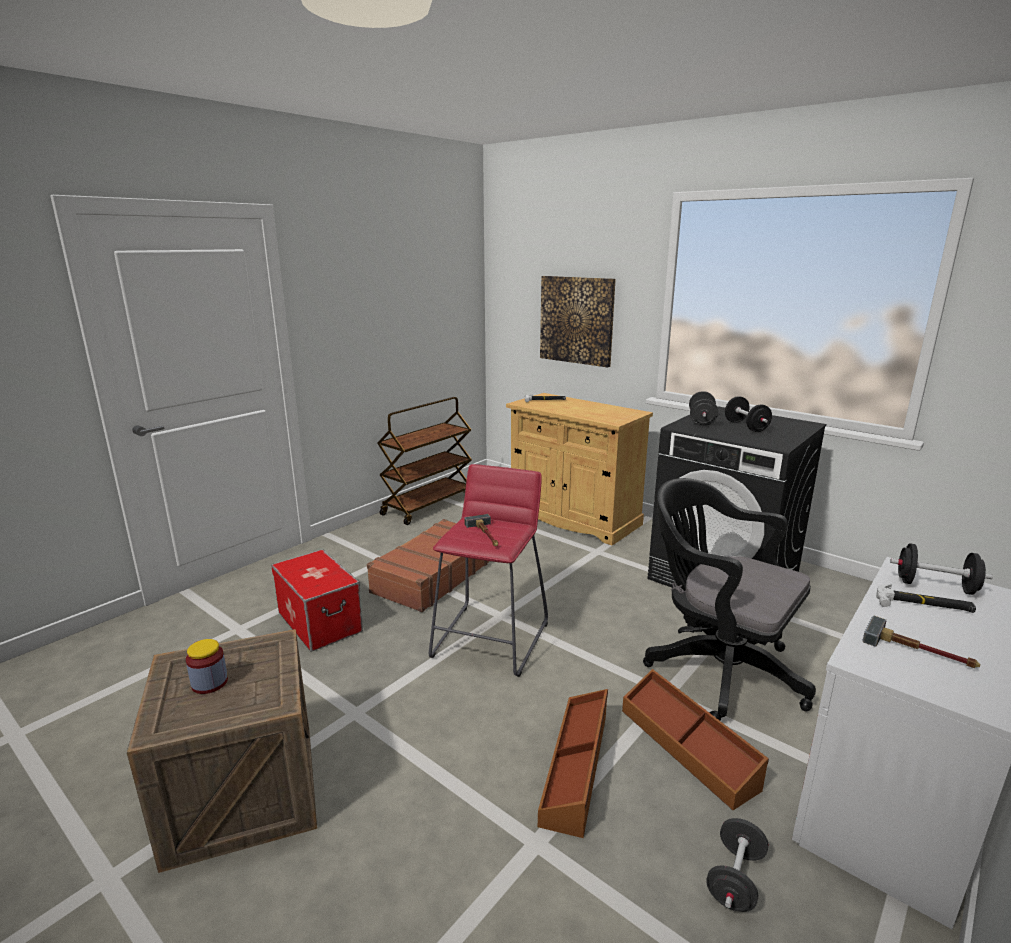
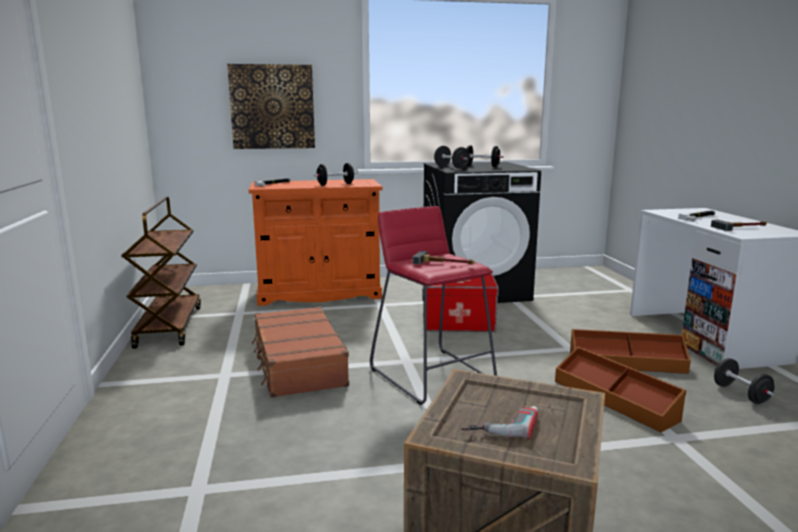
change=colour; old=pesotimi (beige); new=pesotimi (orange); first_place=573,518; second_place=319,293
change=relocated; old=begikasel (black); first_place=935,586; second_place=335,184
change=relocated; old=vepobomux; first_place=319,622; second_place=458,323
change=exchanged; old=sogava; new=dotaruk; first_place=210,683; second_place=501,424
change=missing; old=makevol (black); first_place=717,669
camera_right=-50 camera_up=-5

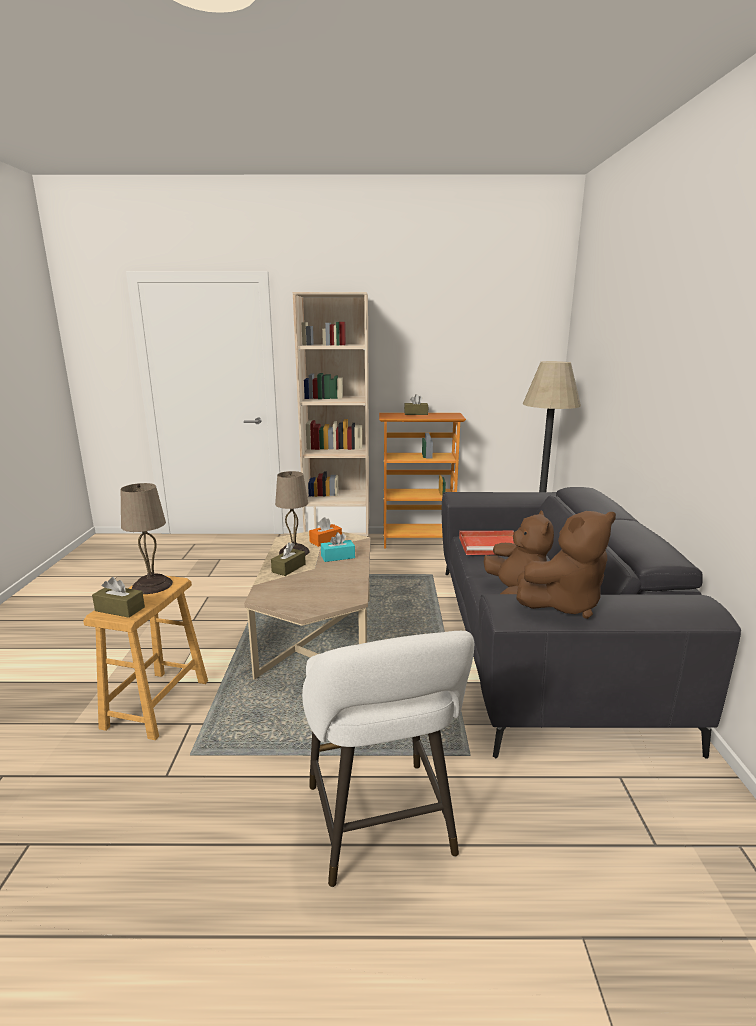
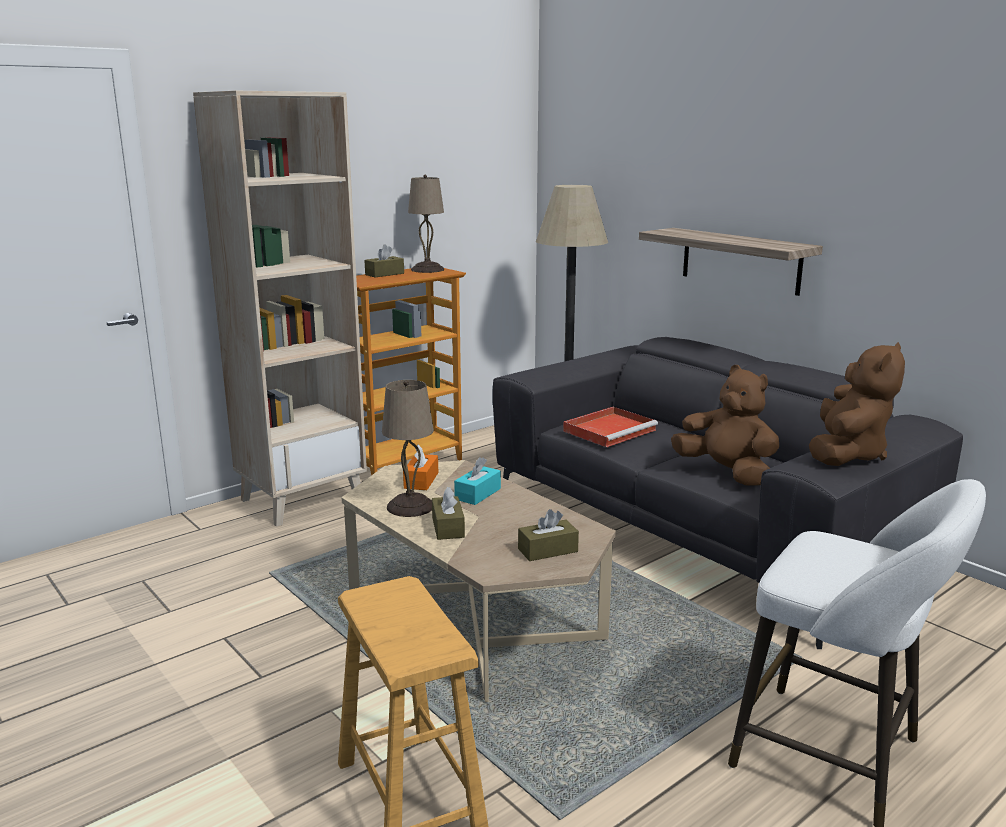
change=relocated; old=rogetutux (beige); first_place=152,585; second_place=428,269
change=relocated; old=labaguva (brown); first_place=120,609; second_place=547,550
change=appeared; new=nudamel; second_place=740,260
camera_right=-40 camera_up=0

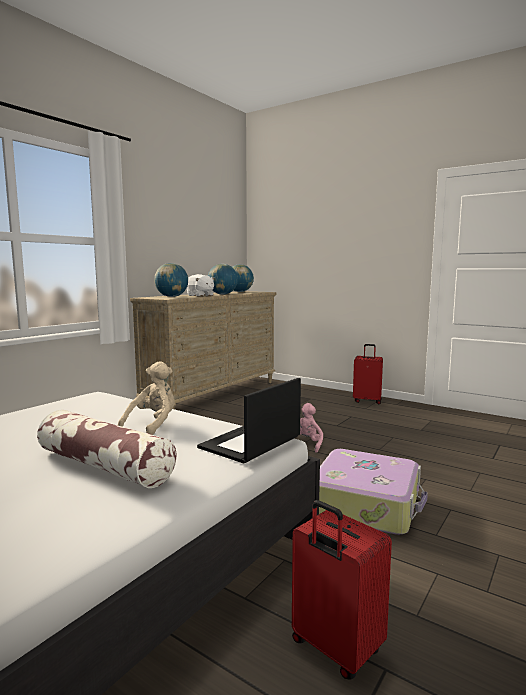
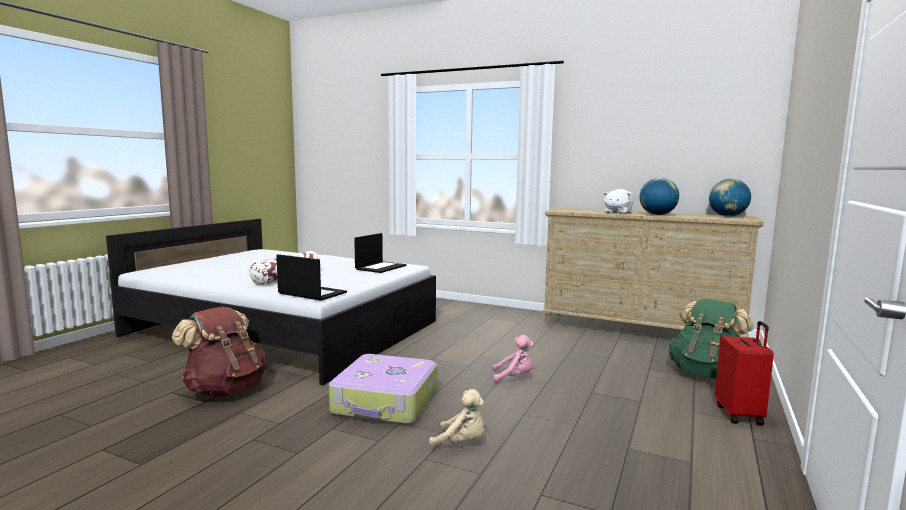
change=exchanged; old=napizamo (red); new=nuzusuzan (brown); first_place=335,649; second_place=225,390
change=appeared; new=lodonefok; second_place=380,267
change=relocated; old=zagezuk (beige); first_place=153,425; second_place=462,443
change=appeared; new=nuzusuzan (green); second_place=706,374
change=missing; old=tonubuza; first_place=171,296
camera_right=80 camera_up=0

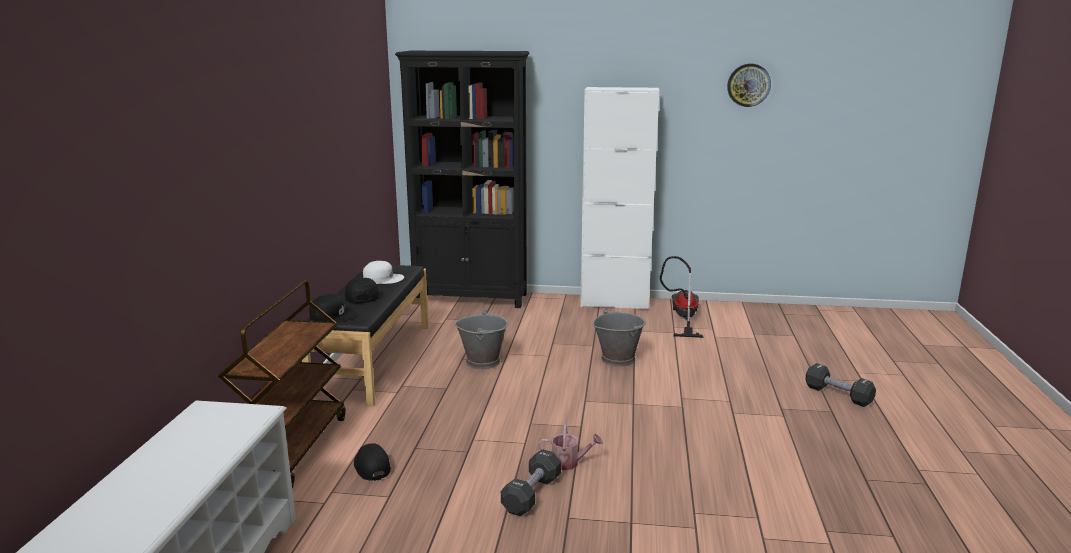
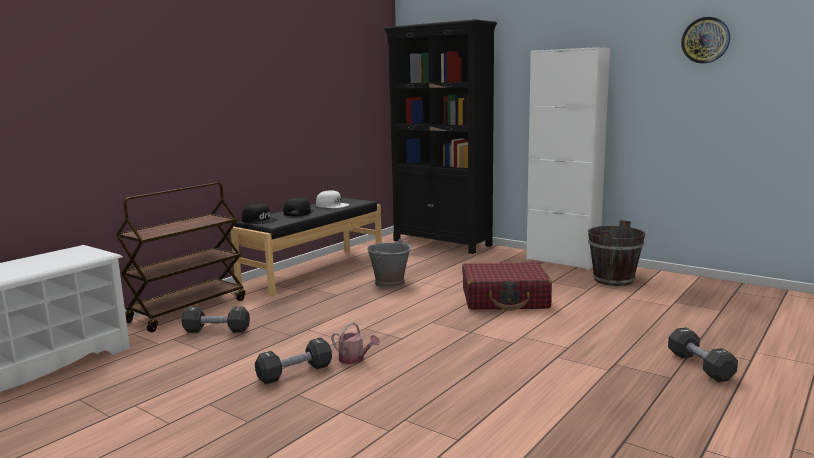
change=exchanged; old=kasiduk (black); new=begikasel (black); first_place=371,467; second_place=217,330
change=exchanged; old=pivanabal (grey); new=napizamo (red); first_place=618,359; second_place=505,299
change=exchanged; old=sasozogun; new=pivanabal (brown); first_place=682,318; second_place=613,280
camera_right=30 camera_up=-5

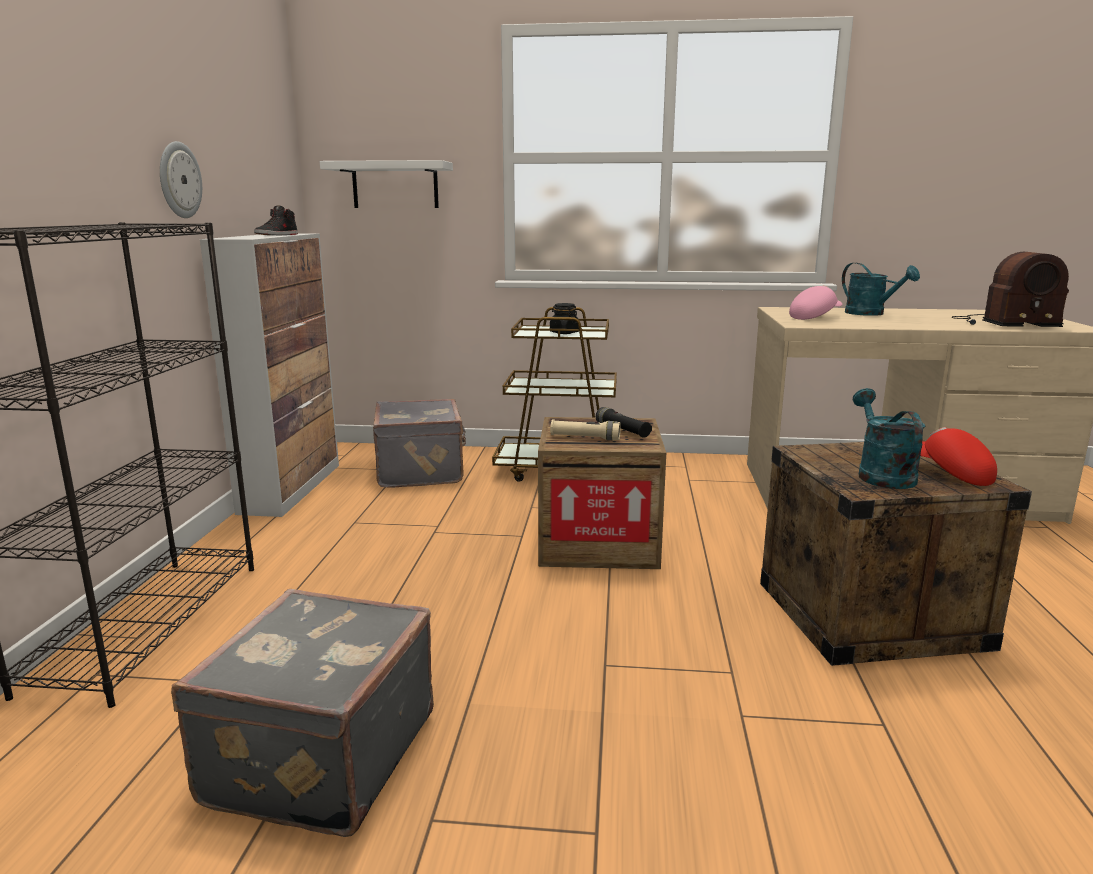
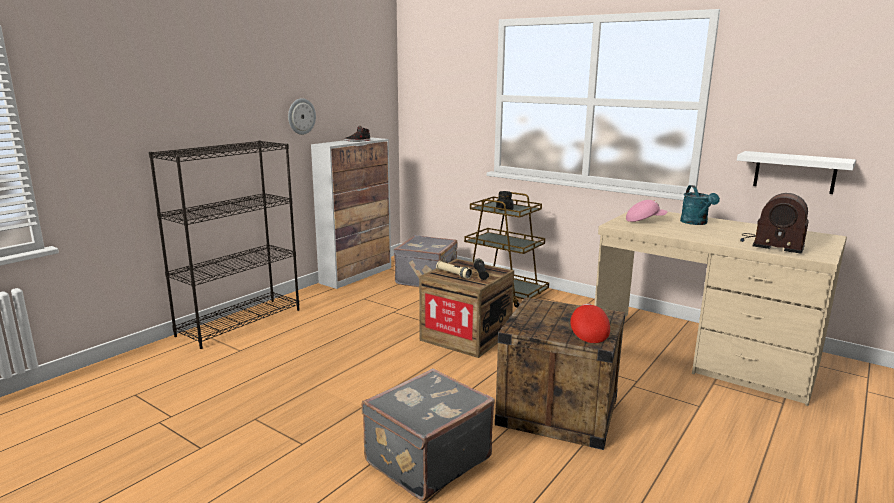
change=relocated; old=napizamo (grey); first_place=318,757; second_place=426,459
change=relocated; old=nudamel (white); first_place=395,185; second_place=794,172
change=missing; old=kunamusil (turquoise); first_place=881,474
camera_right=30 camera_up=0

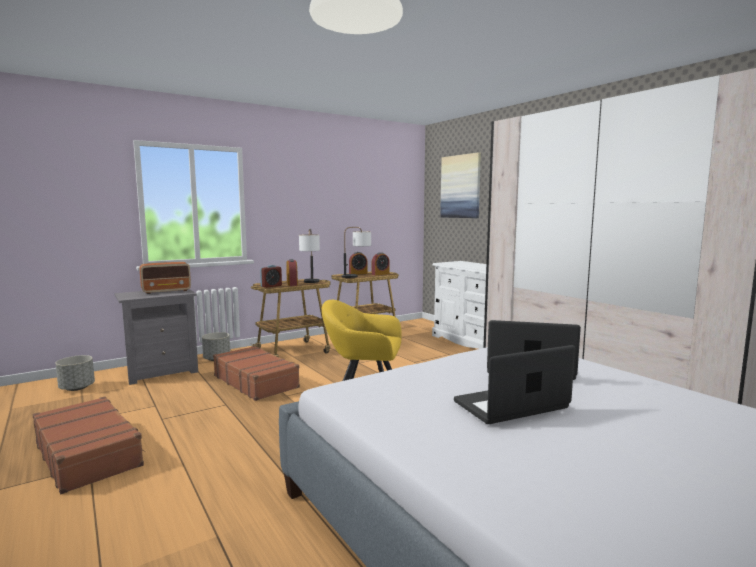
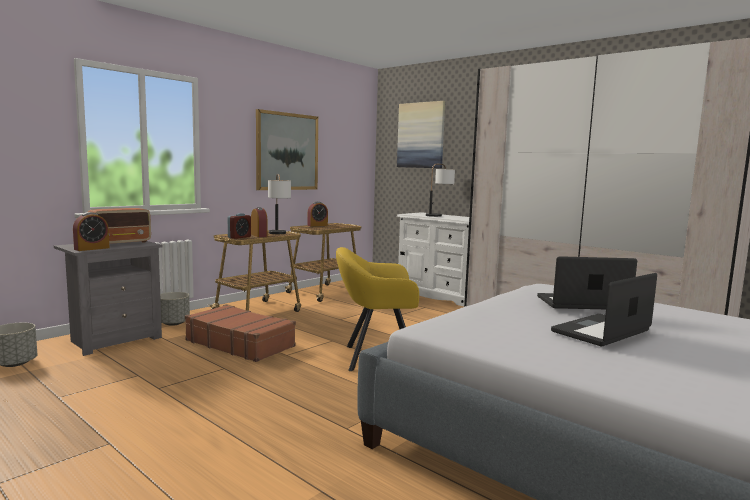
change=relocated; old=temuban; first_place=380,274; second_place=92,248
change=appeared; new=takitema; second_place=287,151
change=relocated; old=rogetutux; first_place=357,276; second_place=439,215
change=missing; old=napizamo (brown); first_place=89,454
camera_right=-15 camera_up=0

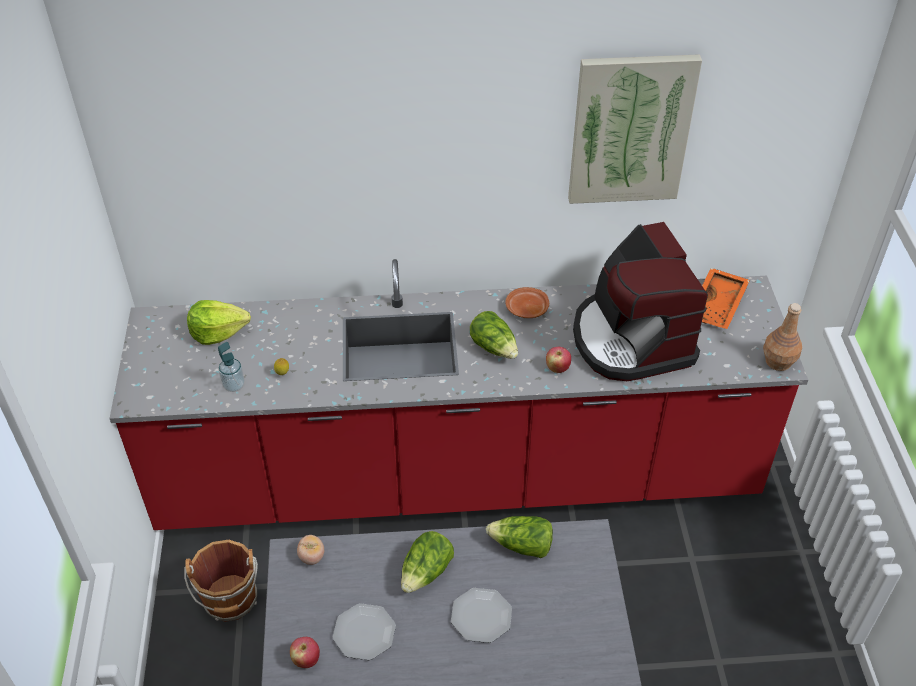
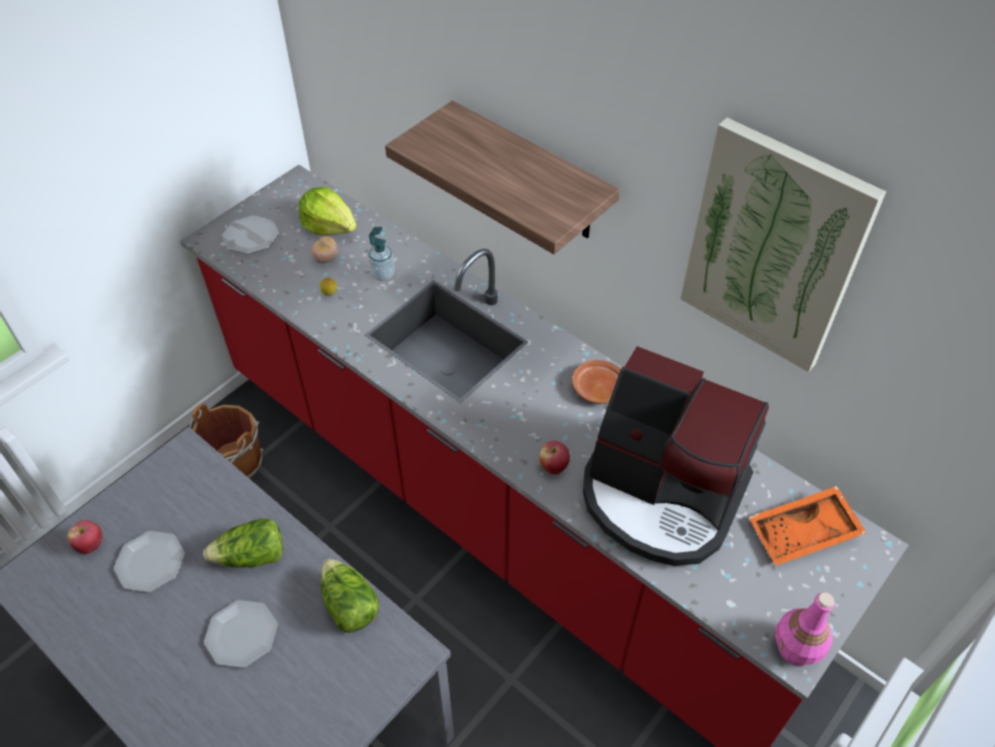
change=appeared; new=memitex; second_place=251,236
change=relocated; old=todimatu; first_place=311,557; second_place=326,258
change=relocated; old=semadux; first_place=234,385; second_place=383,274
change=appeared; new=nudamel; second_place=531,174
change=spun; old=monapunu; first_place=631,339; second_place=661,495; degrees=-90
change=colour; old=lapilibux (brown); new=lapilibux (pink); first_place=778,362; second_place=796,649
change=missing; old=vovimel; first_place=494,347
camera_right=45 camera_up=5

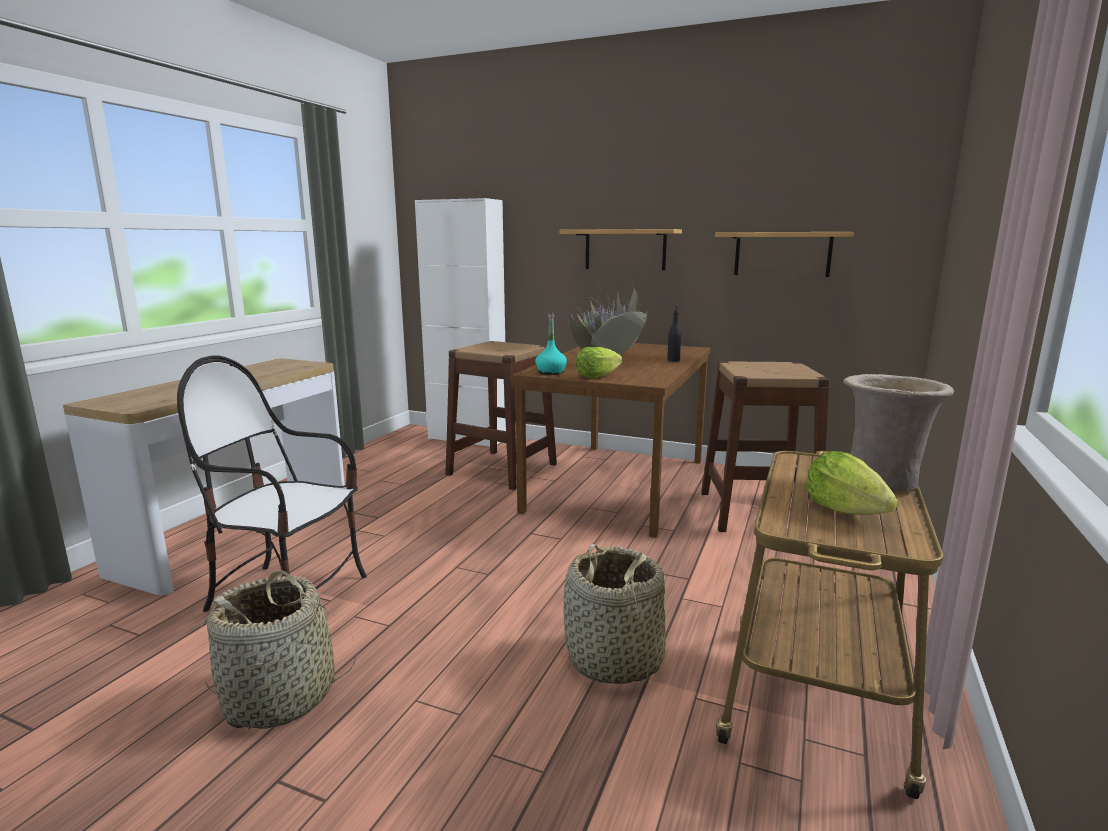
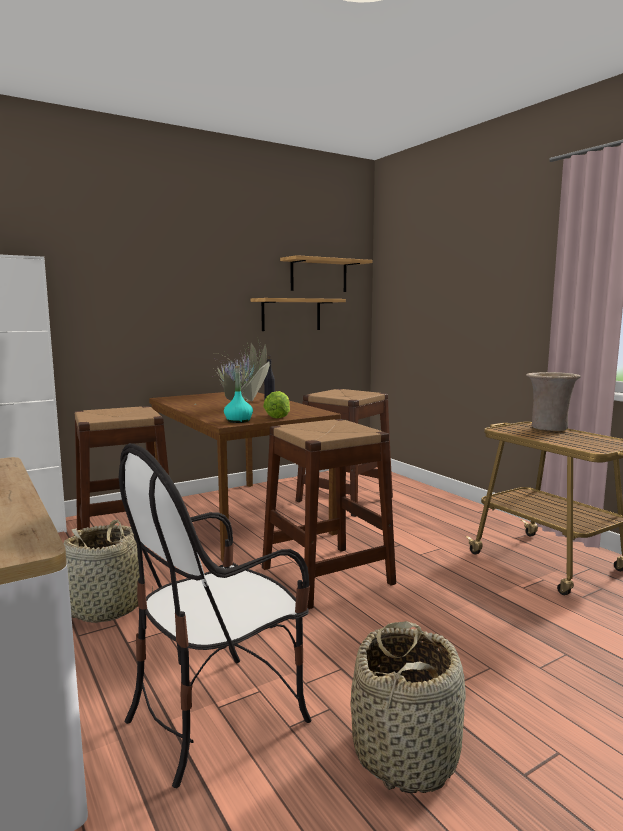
change=relocated; old=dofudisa; first_place=614,659; second_place=108,607
change=appeared; new=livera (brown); second_place=327,575
change=relocated; old=nudamel; first_place=625,249; second_place=318,275
change=missing; old=vovimel; first_place=845,510
camera_right=-55 camera_up=-5

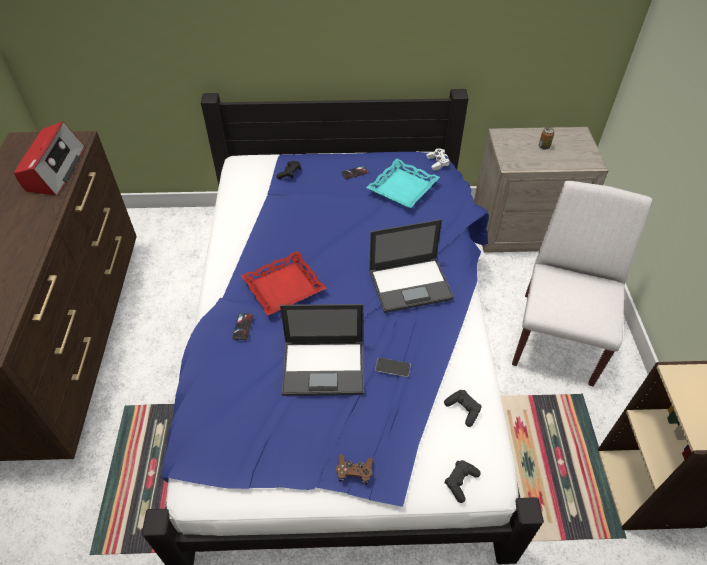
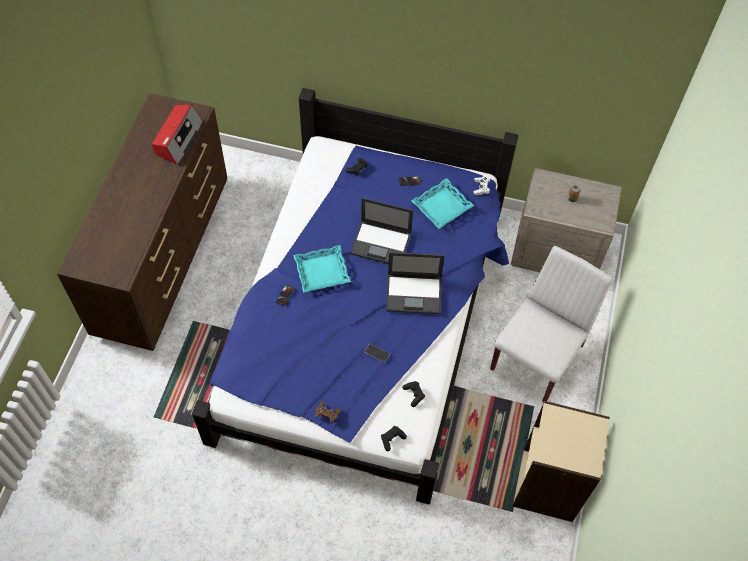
change=colour; old=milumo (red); new=milumo (turquoise); first_place=284,286; second_place=322,271
change=relocated; old=lodonefok; first_place=324,367; second_place=381,243
camera_right=15 camera_up=10

